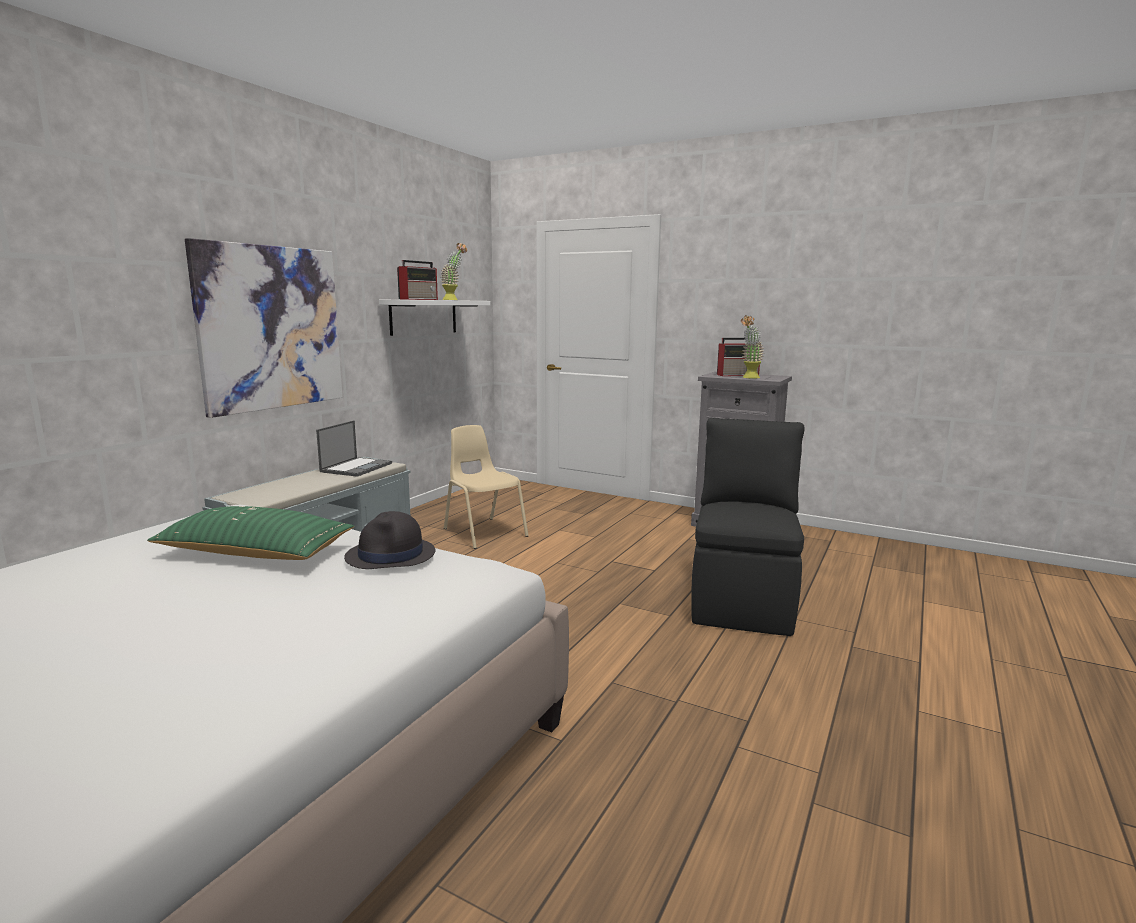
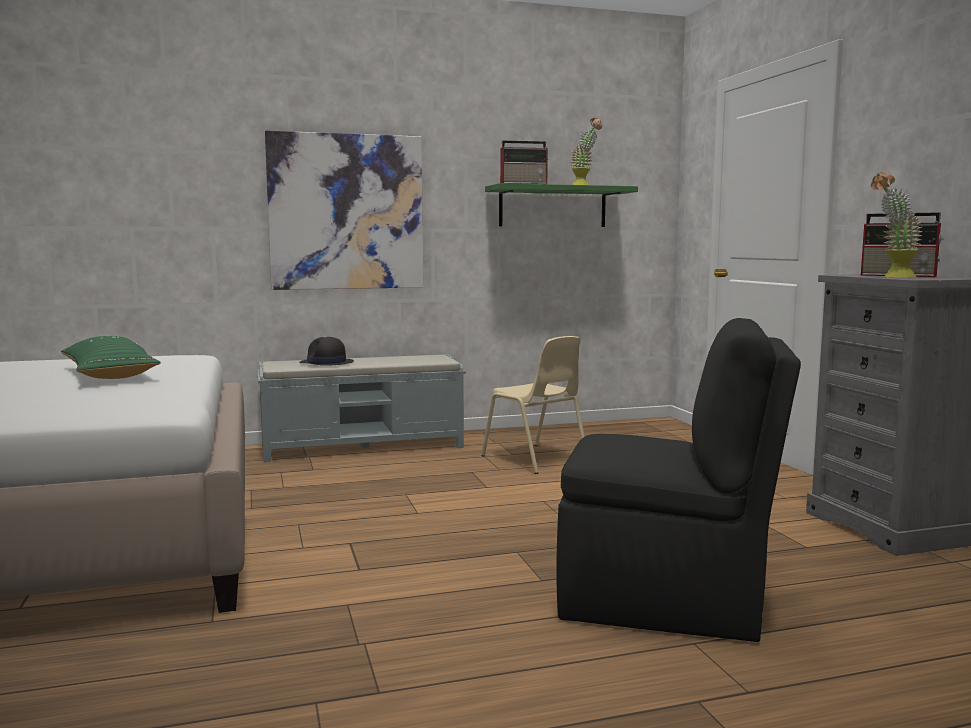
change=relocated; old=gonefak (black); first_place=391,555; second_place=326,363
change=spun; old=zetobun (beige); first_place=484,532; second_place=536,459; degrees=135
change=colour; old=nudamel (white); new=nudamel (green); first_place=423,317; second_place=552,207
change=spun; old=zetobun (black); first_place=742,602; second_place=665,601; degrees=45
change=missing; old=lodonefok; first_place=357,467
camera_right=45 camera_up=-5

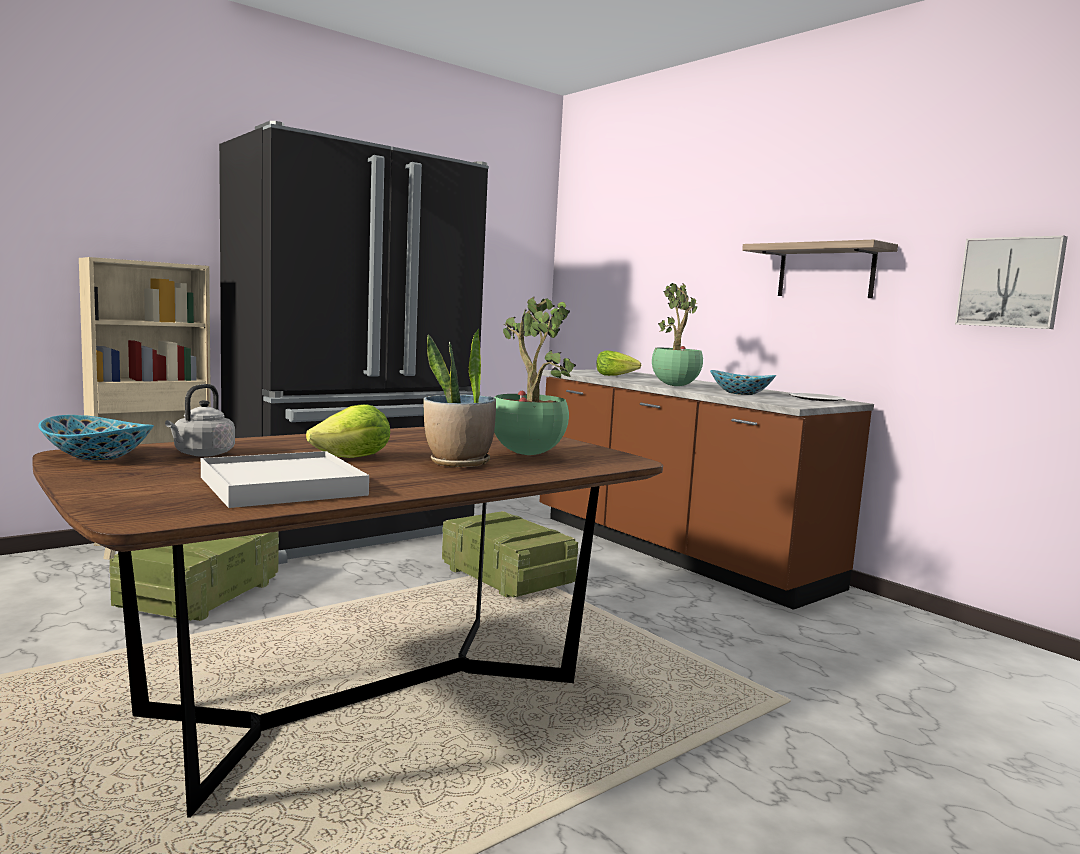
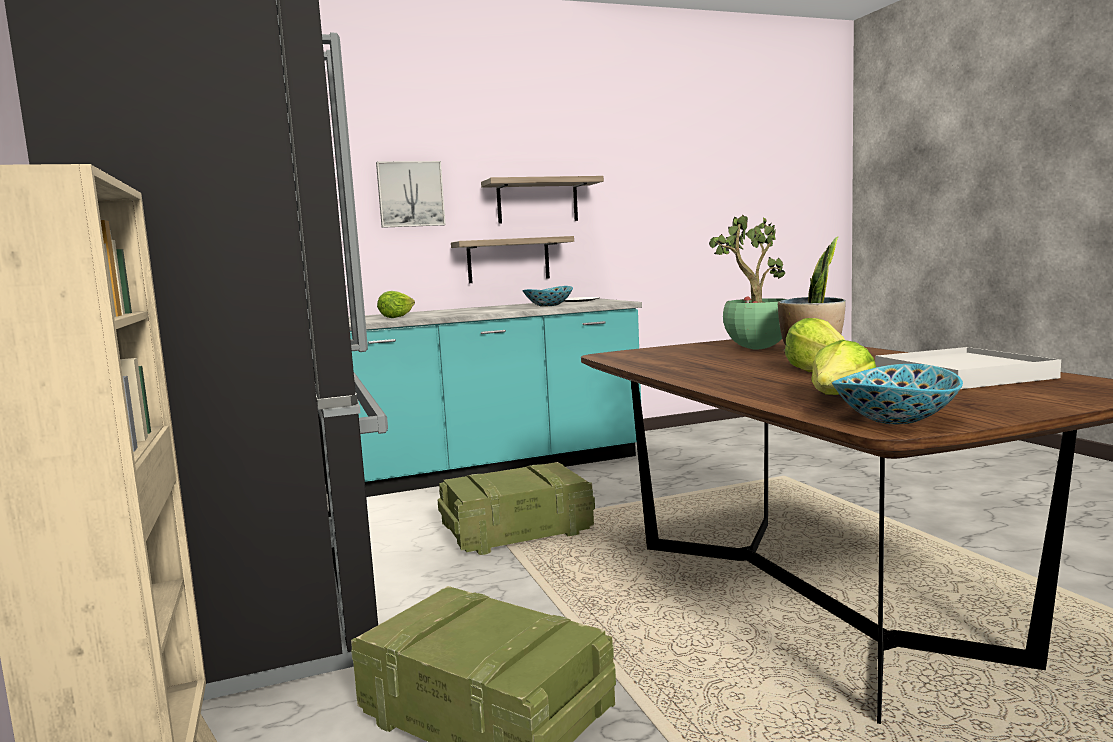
change=colour; old=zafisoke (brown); new=zafisoke (turquoise); first_place=674,551; second_place=489,469
change=relocated; old=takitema; first_place=1010,282; second_place=410,194
change=appeared; new=nudamel; second_place=508,260
change=exchanged; old=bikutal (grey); new=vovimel; first_place=202,454; second_place=840,397
change=missing; old=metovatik; first_place=676,386
camera_right=-70 camera_up=0

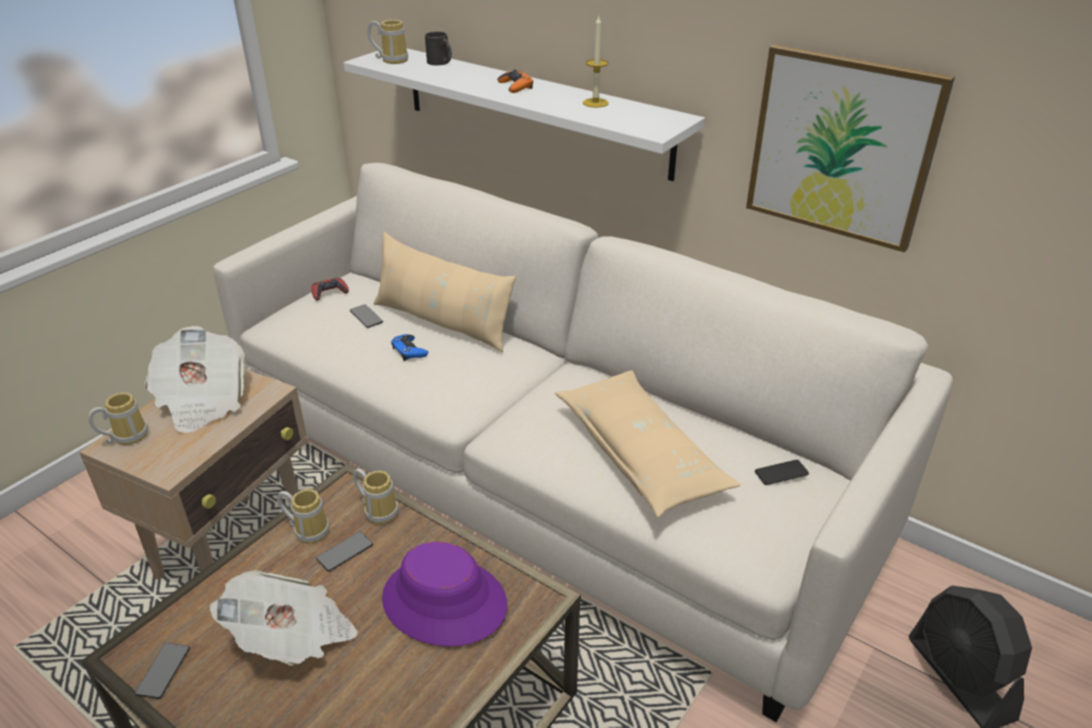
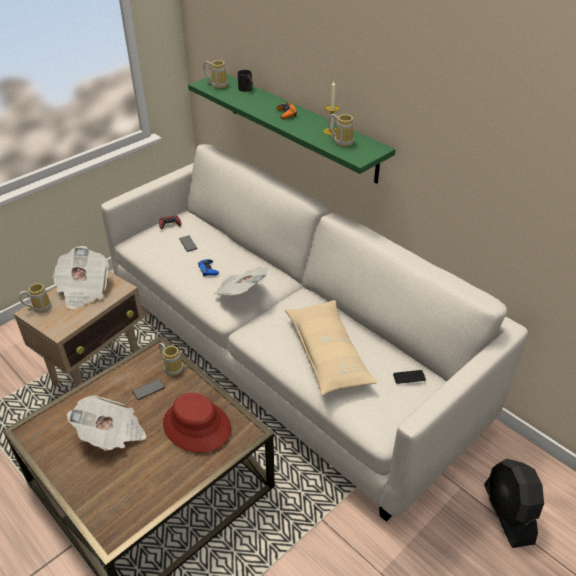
change=colour; old=gonefak (purple); new=gonefak (red); first_place=444,602; second_place=196,426
change=colour; old=nudamel (white); new=nudamel (green); first_place=533,110; second_place=300,126
change=appeared; new=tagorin; second_place=241,292
change=relocated; old=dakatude; first_place=309,529; second_place=341,141
change=missing; old=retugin; first_place=163,671
change=missing; old=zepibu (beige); first_place=442,322
change=missing; old=takitema; first_place=841,147
camera_right=10 camera_up=5

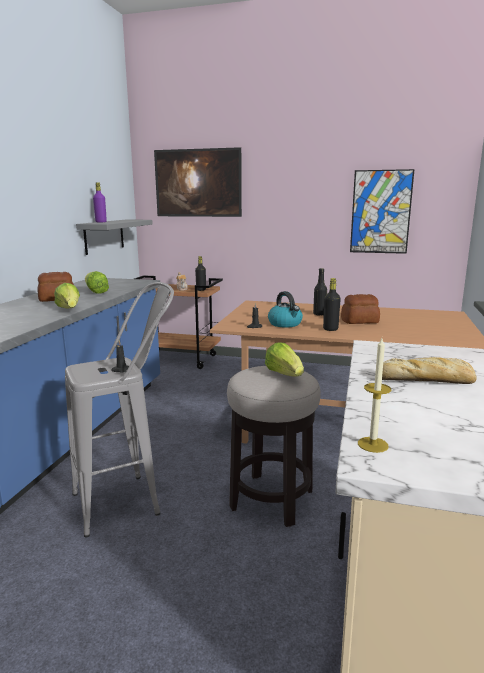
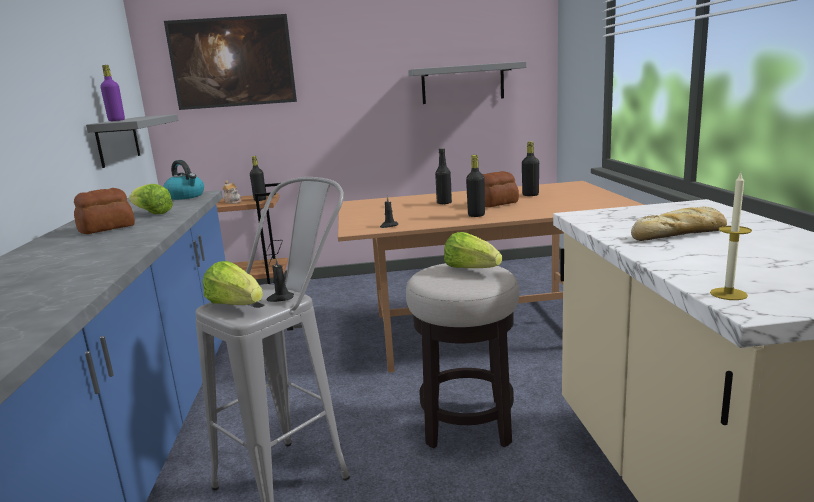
change=relocated; old=bikutal; first_place=285,324; second_place=186,196
change=relocated; old=vovimel; first_place=69,309; second_place=236,305
change=exchanged; old=takitema; new=nudamel (grey); first_place=380,212; second_place=462,83
change=appeared; new=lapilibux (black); second_place=530,195
camera_right=-20 camera_up=0

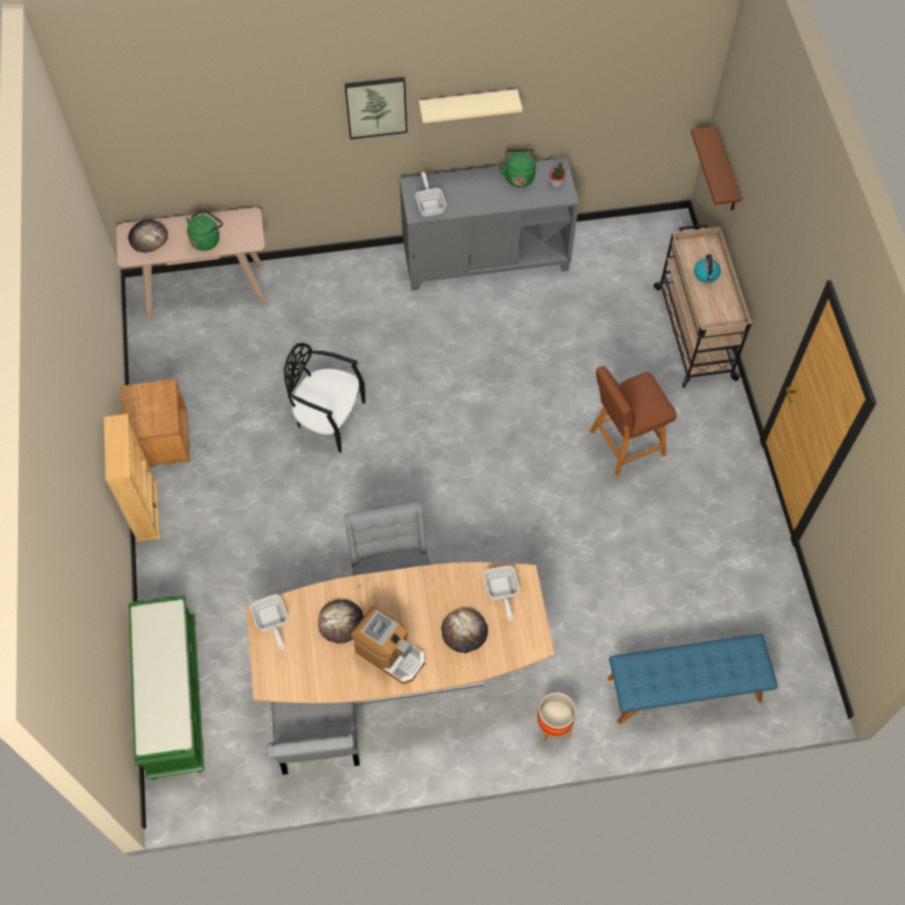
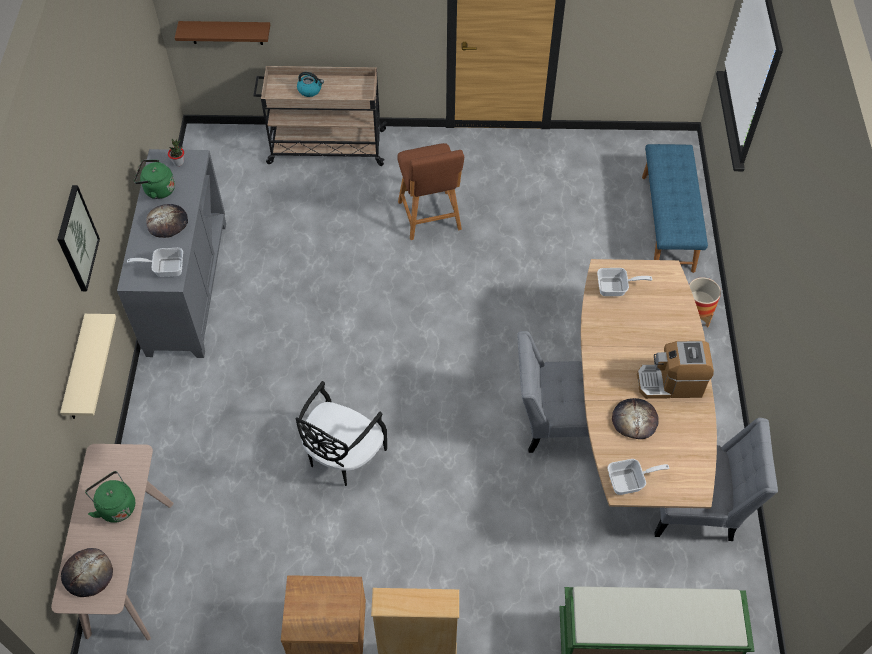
change=relocated; old=nudamel (beige); first_place=468,105; second_place=77,371
change=relocated; old=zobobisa; first_place=464,631; second_place=167,222
change=spun; old=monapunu; first_place=390,654; second_place=670,383; degrees=-135
camera_right=-80 camera_up=-5

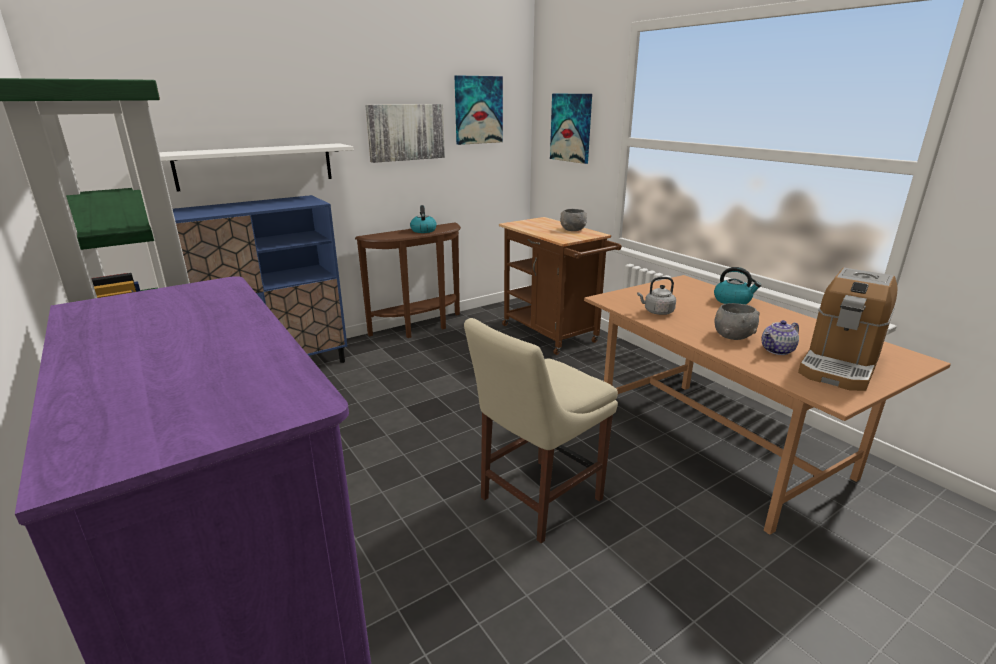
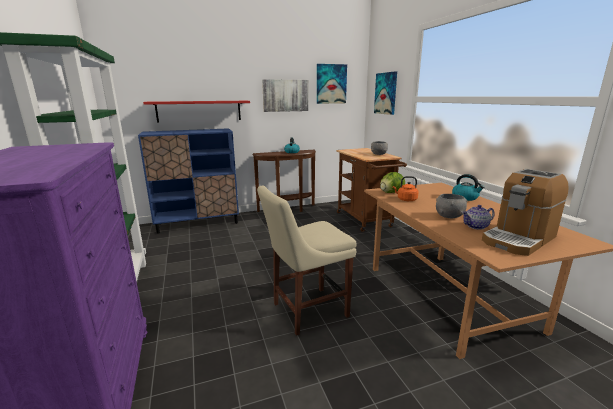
change=colour; old=nudamel (white); new=nudamel (red); first_place=256,166; second_place=199,111
change=appeared; new=vovimel; second_place=391,192
change=colour; old=bikutal (grey); new=bikutal (orange); first_place=657,312; second_place=406,199
camera_right=15 camera_up=-5

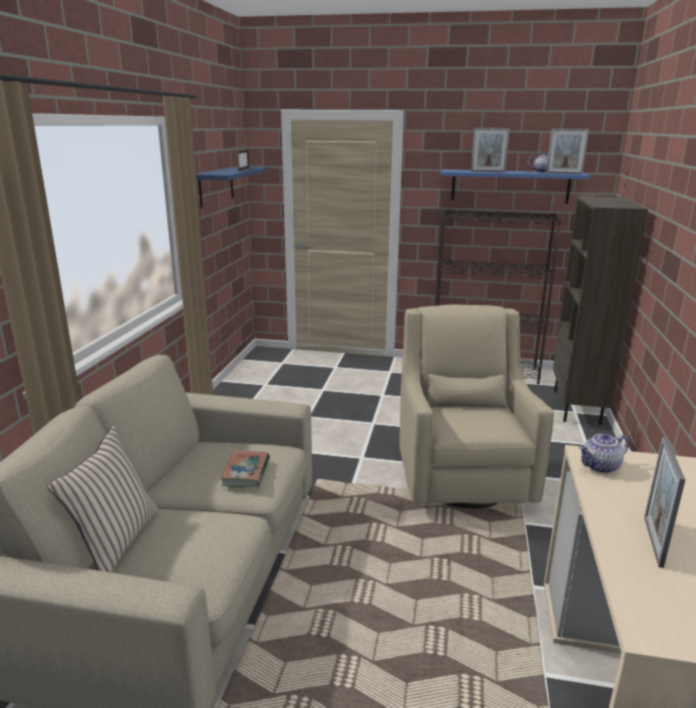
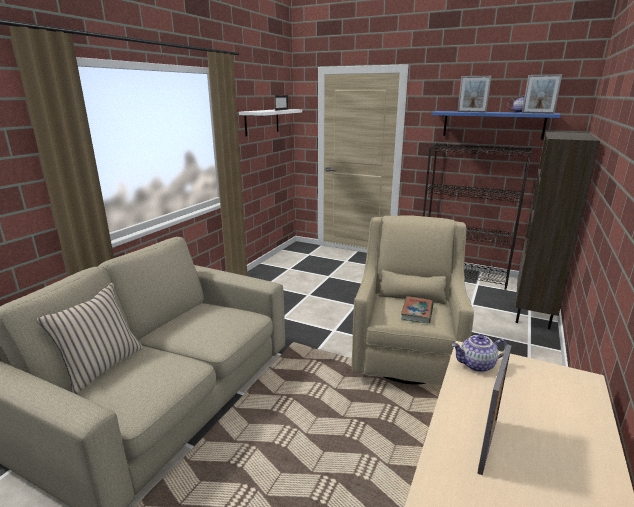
change=colour; old=nudamel (blue); new=nudamel (white); first_place=216,186; second_place=262,122
change=relocated; old=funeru; first_place=246,472; second_place=417,312
camera_right=15 camera_up=0

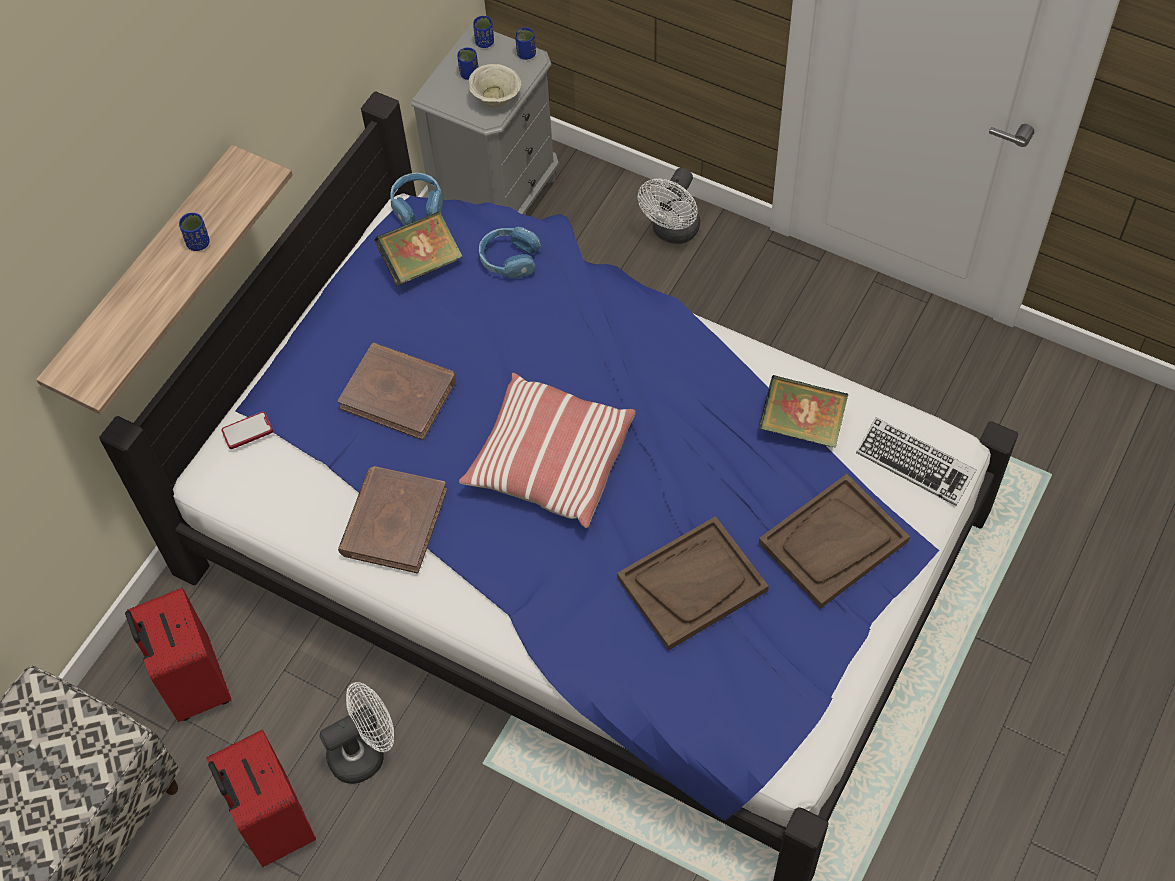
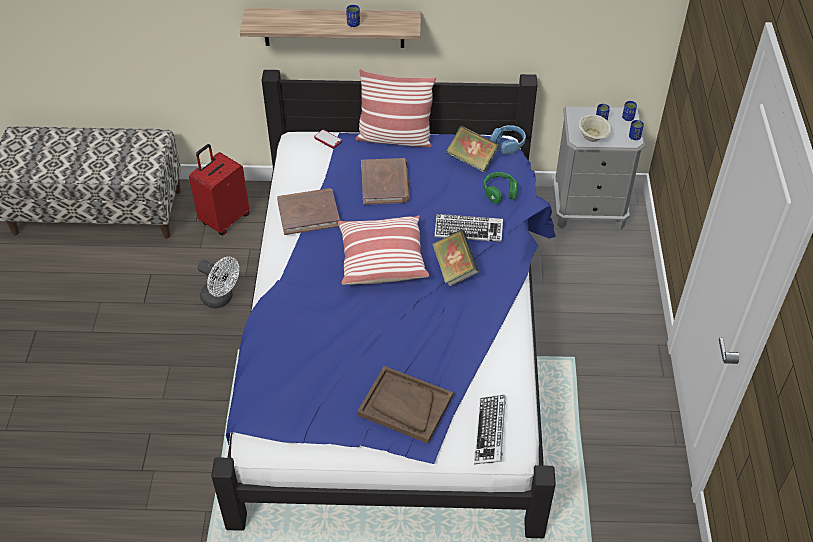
change=appeared; new=zepibu; second_place=394,138
change=relocated; old=funeru; first_place=801,425; second_place=454,268
change=appeared; new=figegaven; second_place=468,231
change=colour; old=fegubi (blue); new=fegubi (green); first_place=509,259; second_place=499,192
change=missing; old=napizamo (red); first_place=273,824
change=missing; old=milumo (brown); first_place=692,584
change=missing; old=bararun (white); first_place=673,232
camera_right=60 camera_up=-10

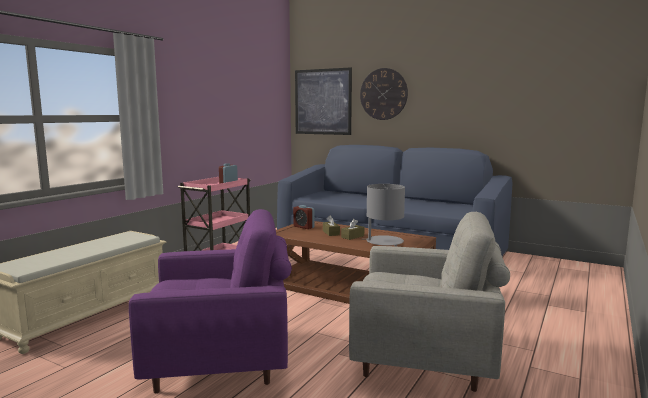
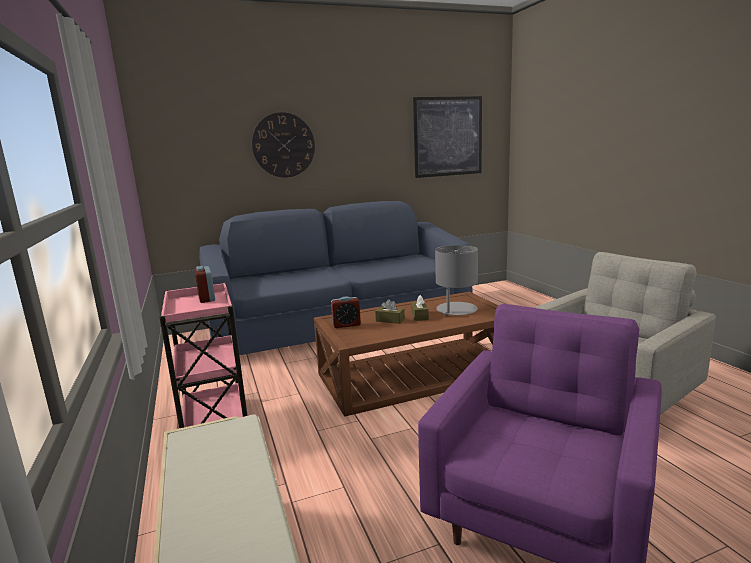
change=relocated; old=takitema; first_place=322,102; second_place=448,136
camera_right=-50 camera_up=5

